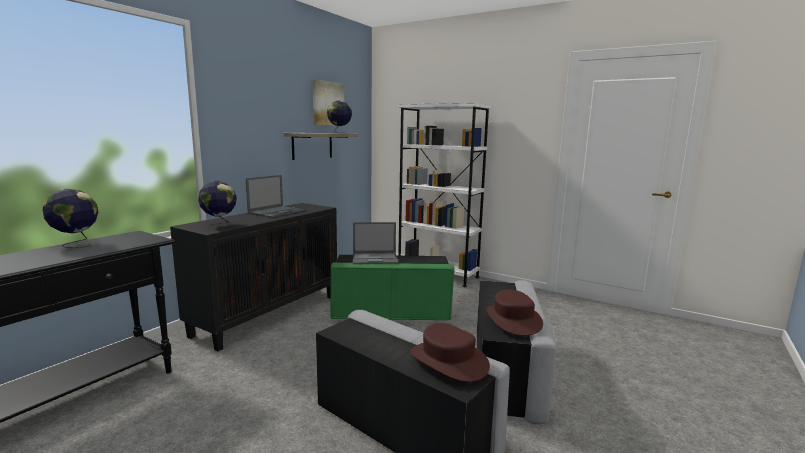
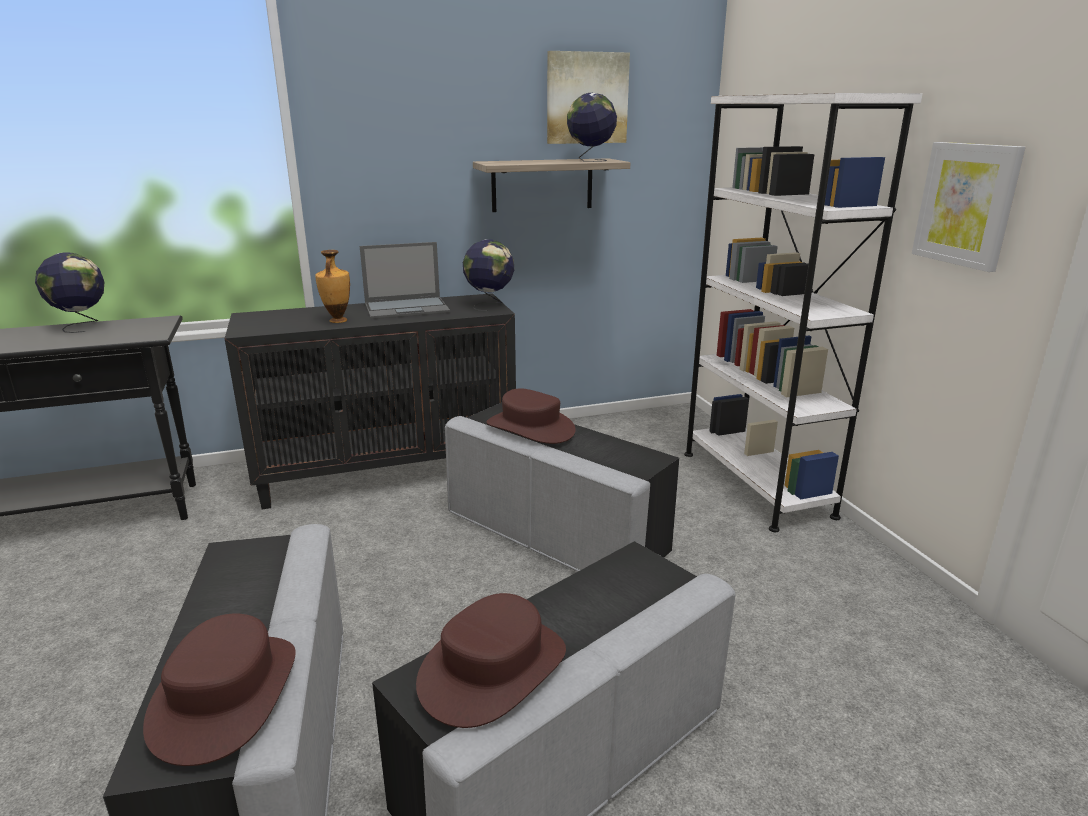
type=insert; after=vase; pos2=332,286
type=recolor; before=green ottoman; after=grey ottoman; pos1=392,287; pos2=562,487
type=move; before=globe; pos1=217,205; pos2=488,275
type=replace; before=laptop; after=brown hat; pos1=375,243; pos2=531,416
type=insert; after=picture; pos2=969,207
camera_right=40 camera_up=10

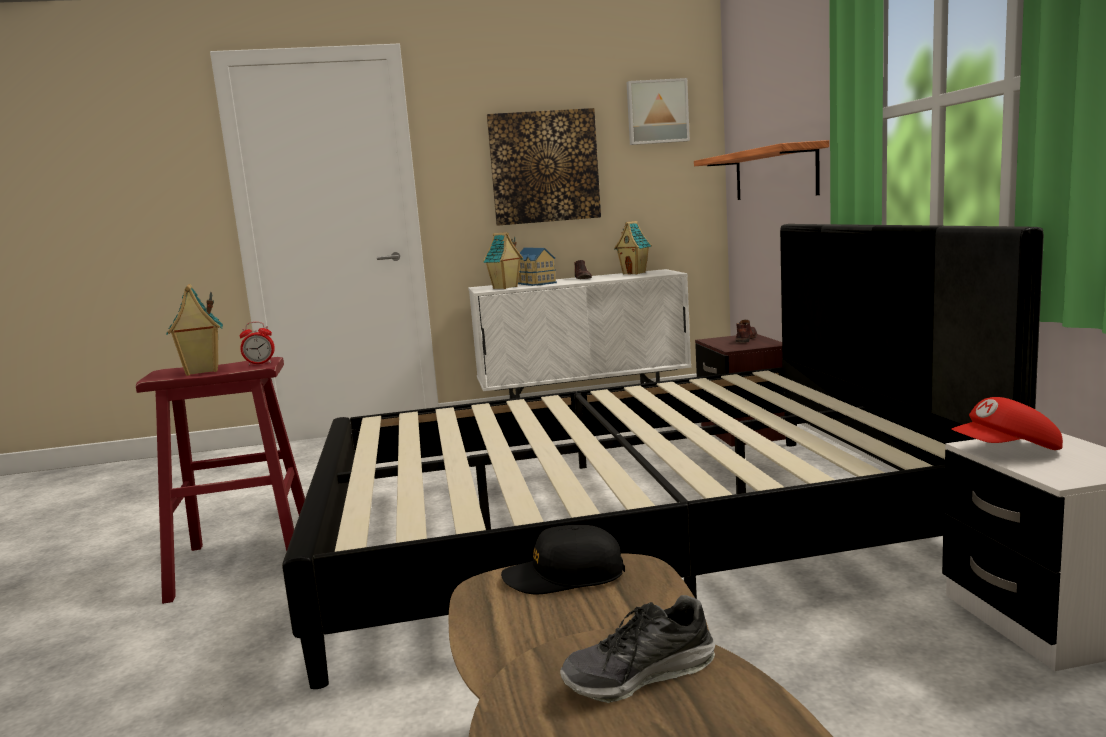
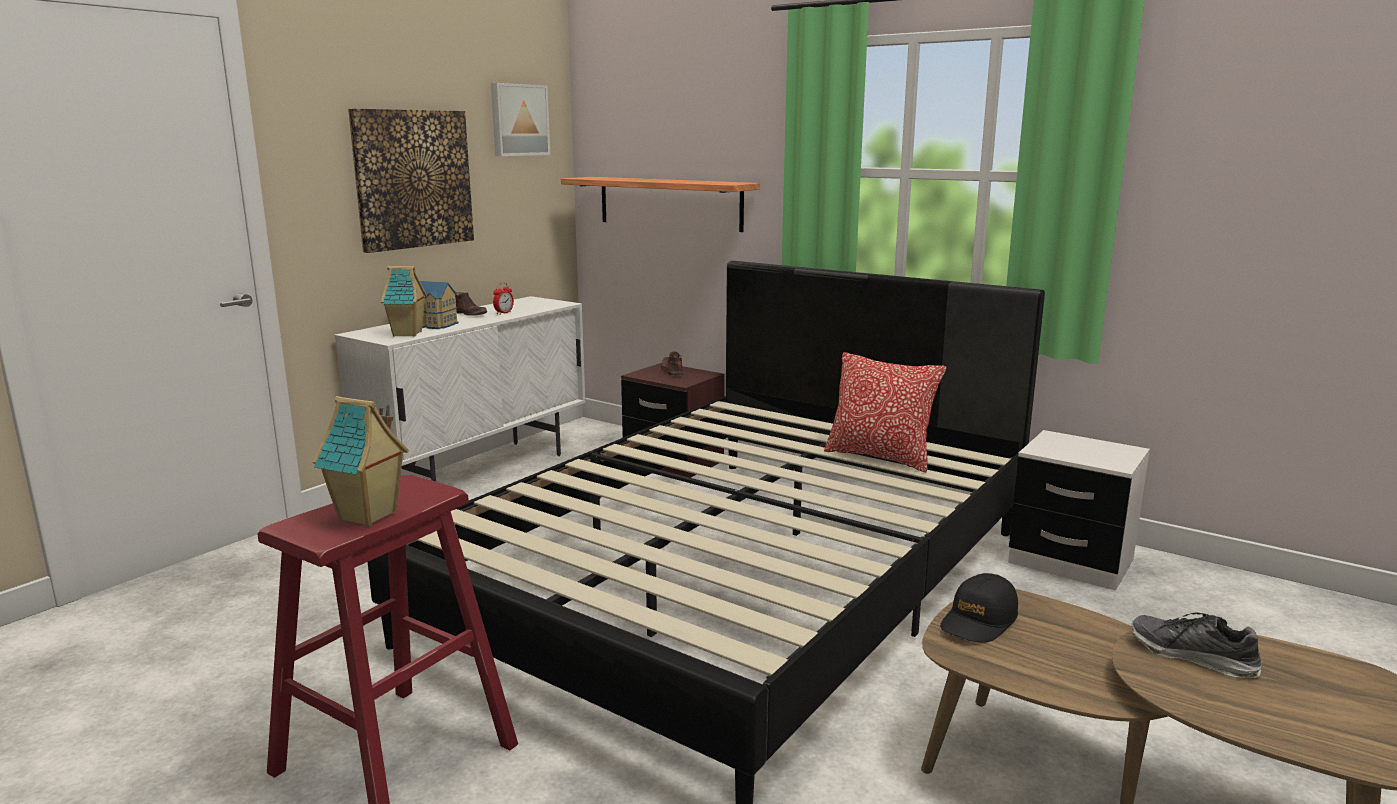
type=move; before=alarm clock; pos1=257,344; pos2=503,298
type=insert; after=pillow; pos2=885,412
type=rotate; before=shoe; pos1=637,649; pos2=1197,645; turn=105
type=delete; before=toy house; pos1=632,248
type=delete; before=red cap; pos1=1007,423
camera_right=-45 camera_up=5

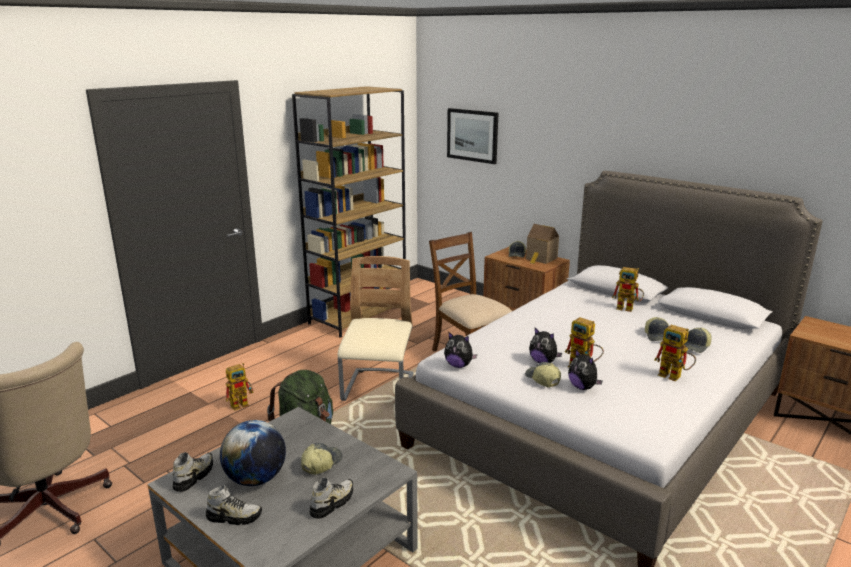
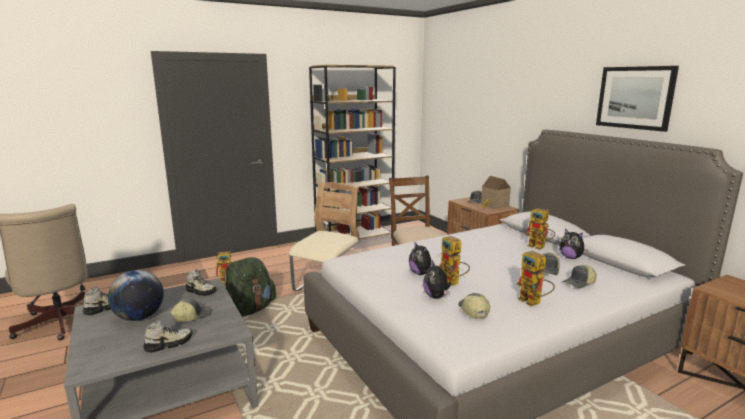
type=move; before=shoe; pos1=234,505; pos2=201,282
type=move; before=cap; pos1=543,374; pos2=474,306
type=move; before=plush toy; pos1=460,350; pos2=574,244
type=move; before=picture; pos1=472,136; pos2=637,99
camera_right=20 camera_up=-5

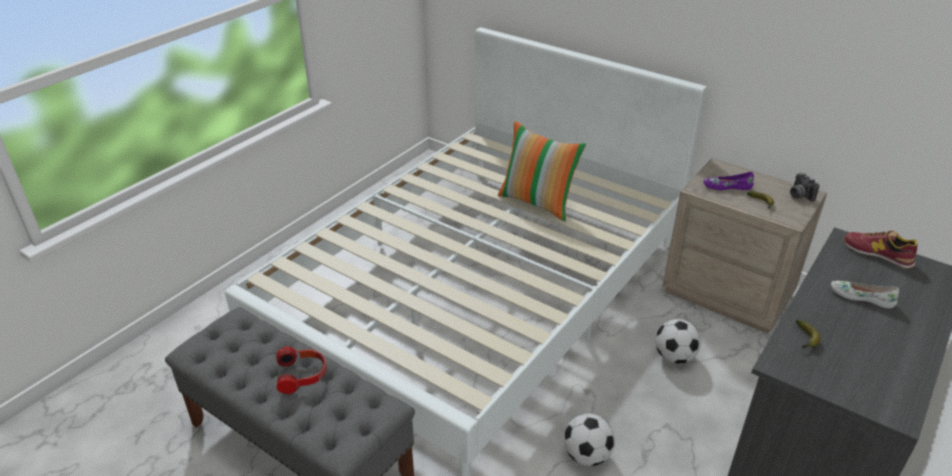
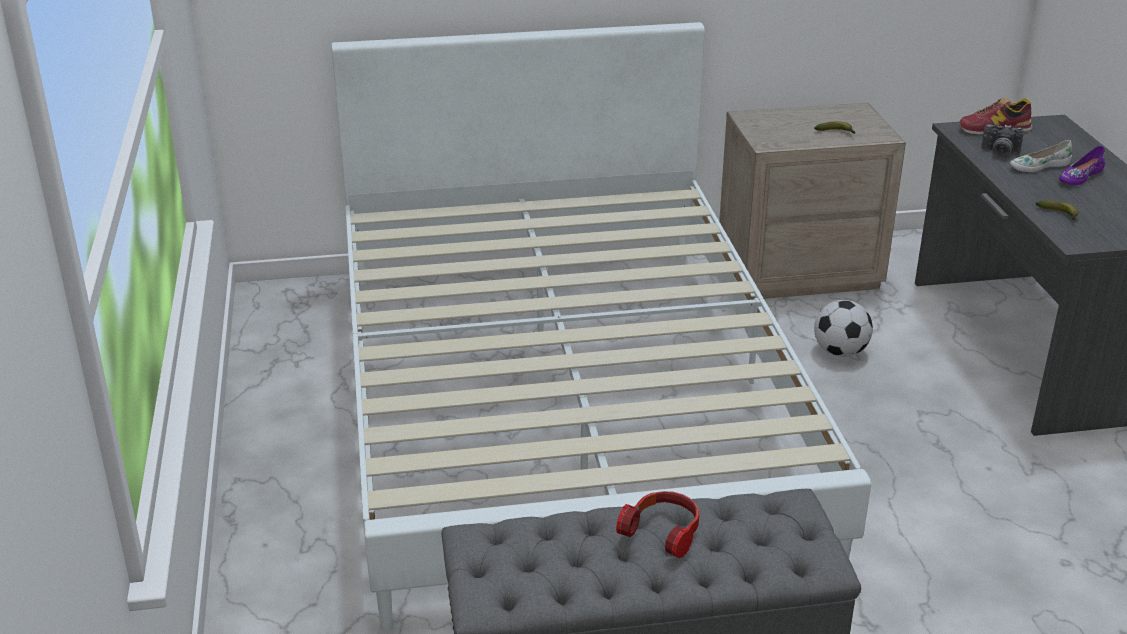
type=move; before=photo camera; pos1=804,187; pos2=1002,140
type=move; before=purple shoe; pos1=728,181; pos2=1082,165
type=delete; before=pillow; pos1=542,171
type=delete; before=football; pos1=589,439
camera_right=-45 camera_up=-5

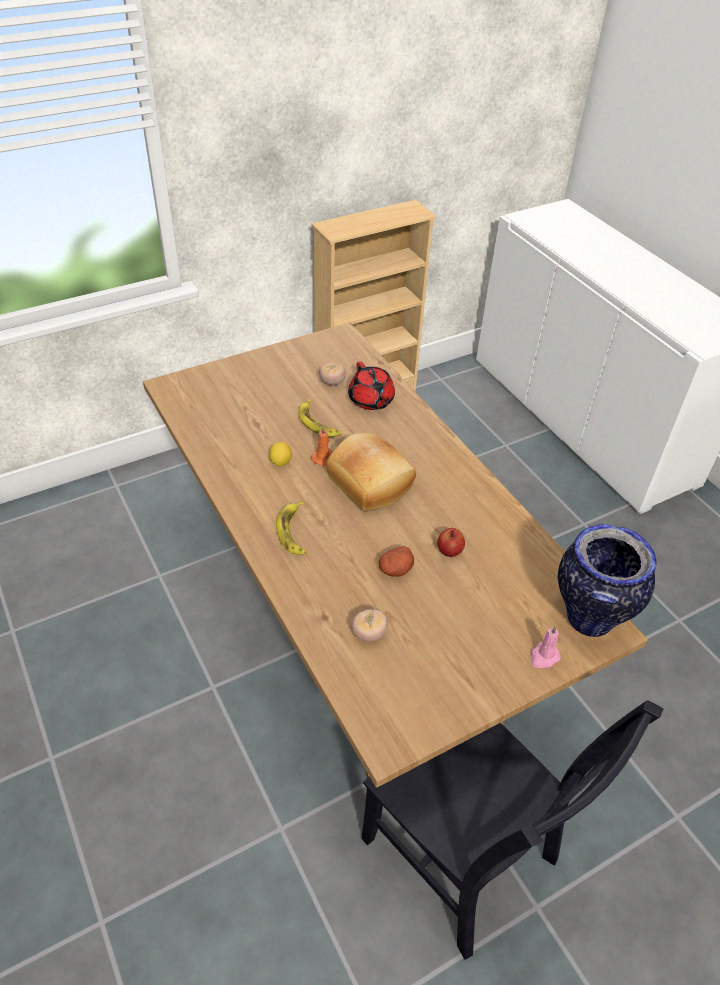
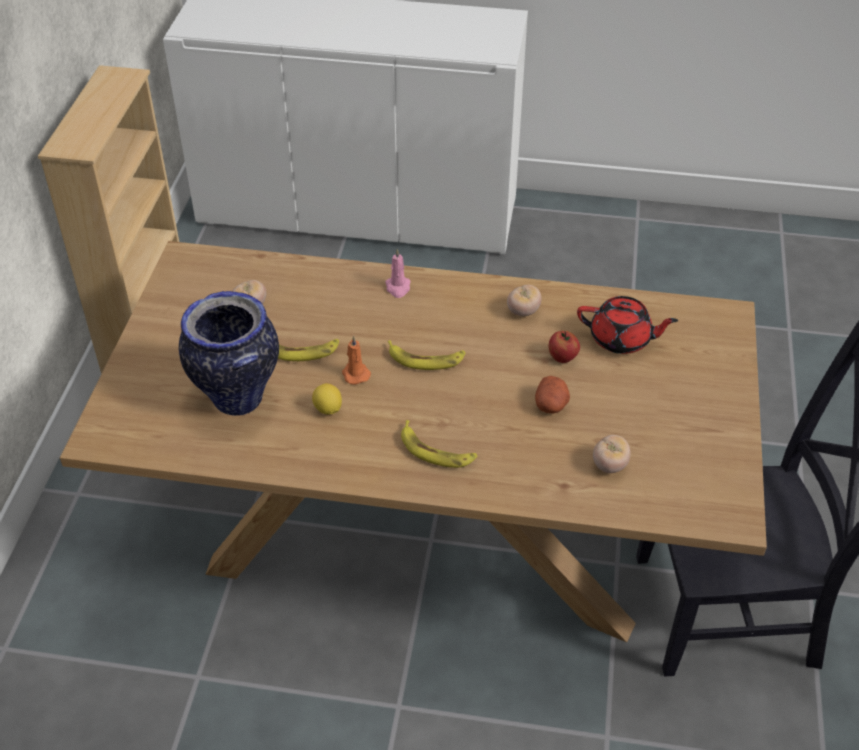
type=move; before=vase; pos1=607,580; pos2=229,353
type=move; before=pink candle; pos1=546,647; pos2=398,273
type=replace; before=bread; after=banana; pos1=371,472; pos2=426,355
type=insert; after=tomato; pos2=524,300
type=move; before=red teapot; pos1=371,385; pos2=627,325
camera_right=-50 camera_up=0

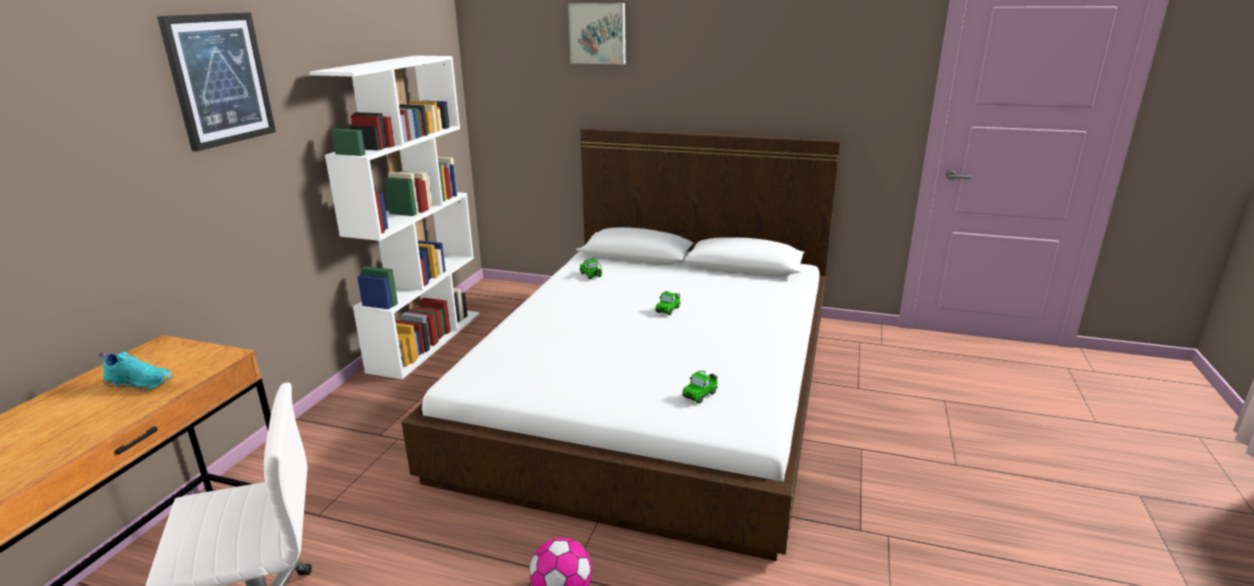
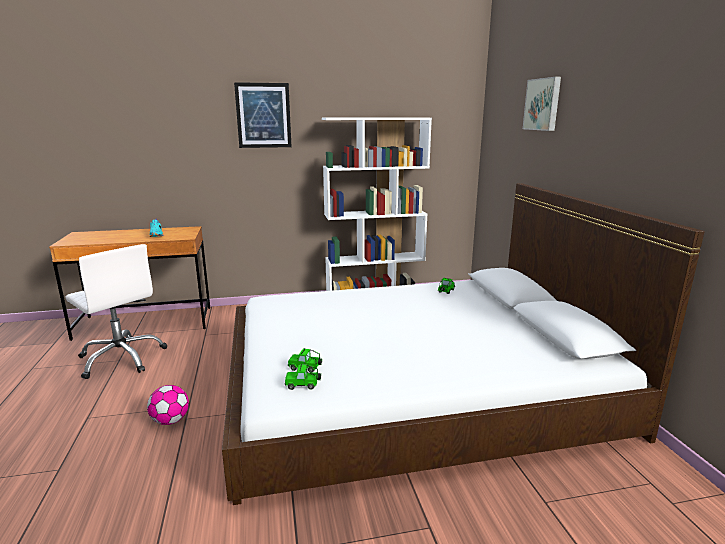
type=move; before=toy car; pos1=668,303; pos2=303,377
camera_right=60 camera_up=-5

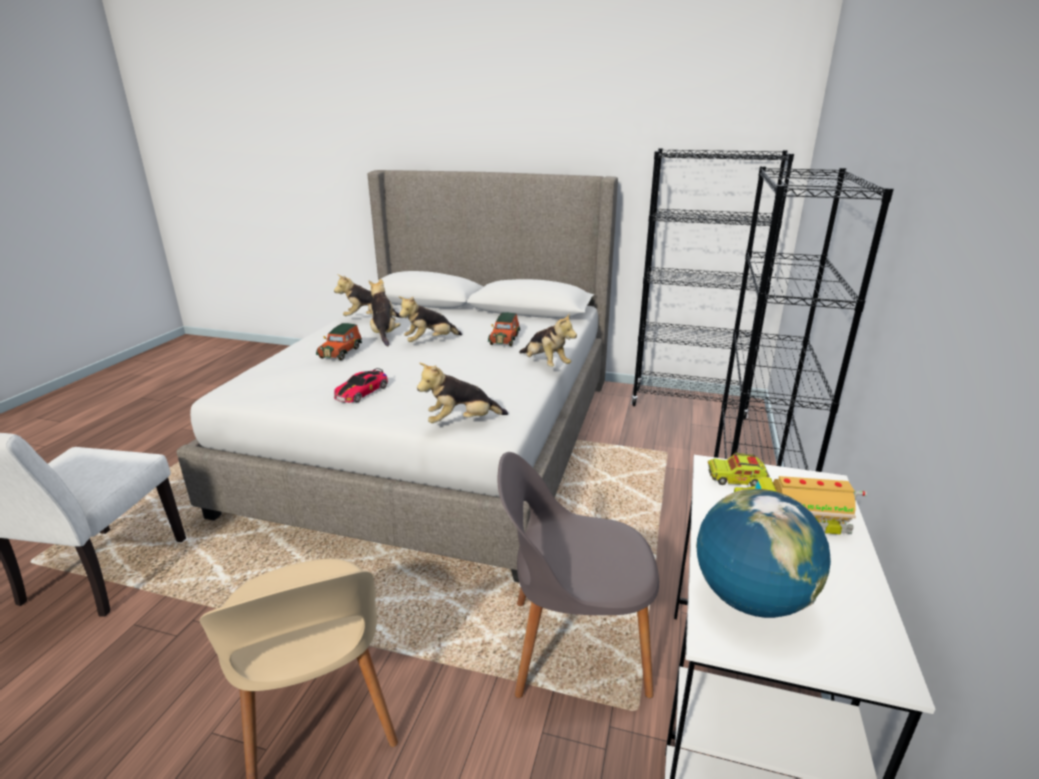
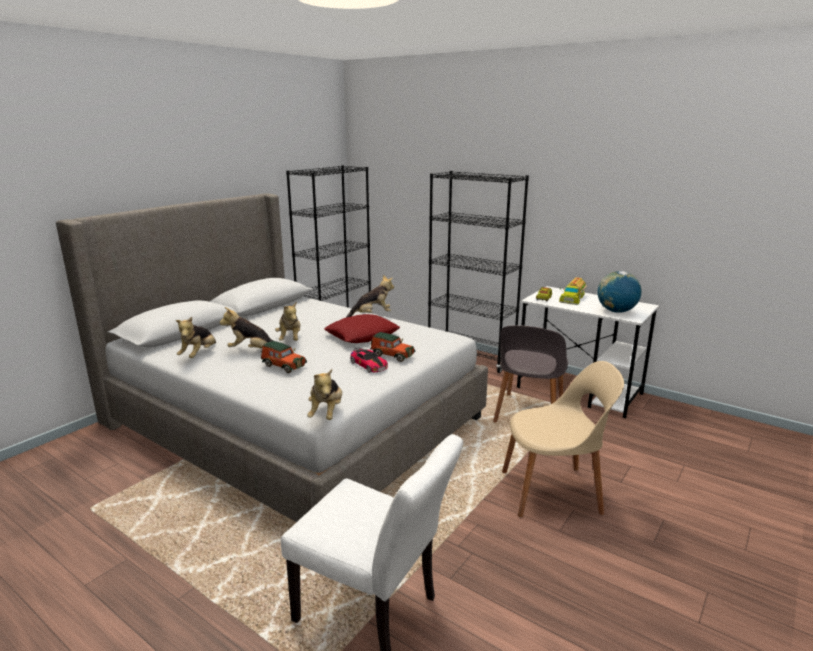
type=move; before=plush toy; pos1=462,392; pos2=324,394
type=insert; after=red pillow; pos2=362,328
type=move; before=toy car; pos1=504,329; pos2=393,347
camera_right=-70 camera_up=-5

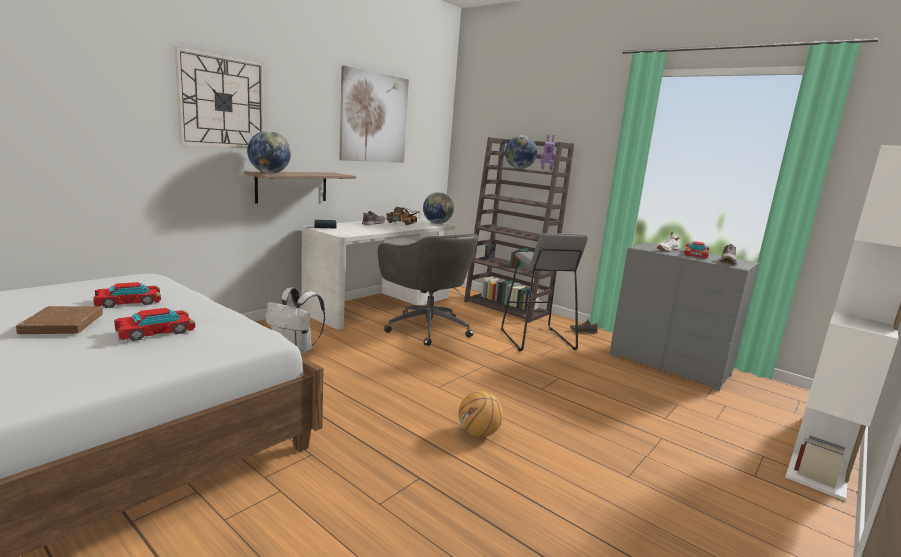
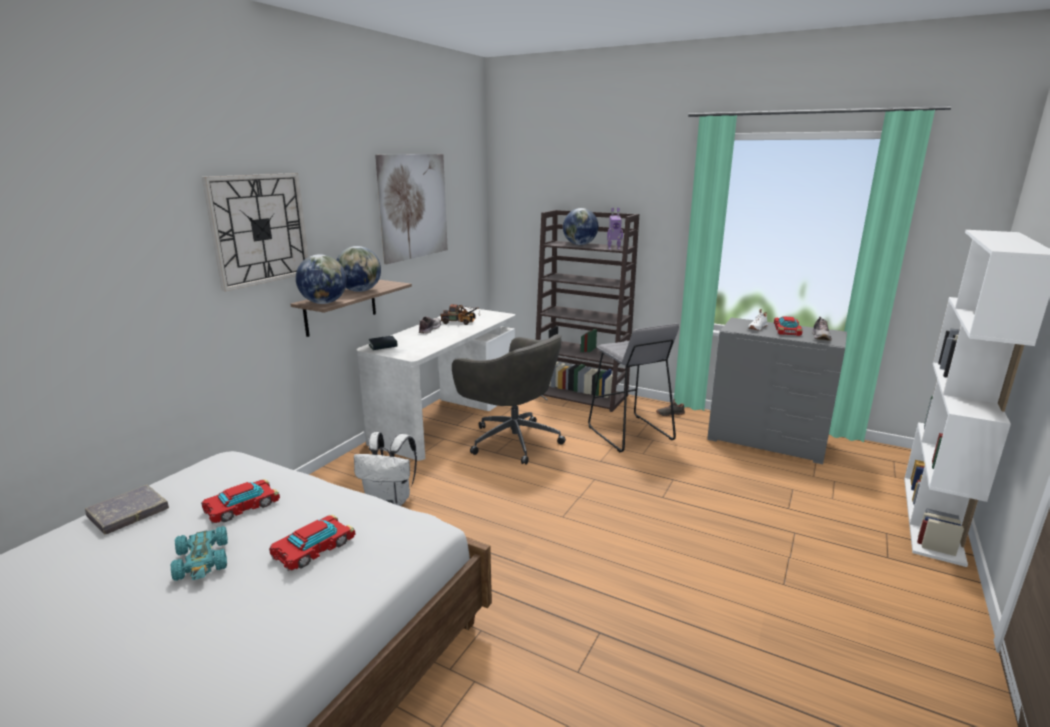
type=insert; after=grey book; pos2=127,509
type=replace; before=brown book; after=turquoise toy car; pos1=59,320; pos2=199,553
type=move; before=globe; pos1=438,208; pos2=358,269
type=delete; before=basketball; pos1=480,414
camera_right=-10 camera_up=5

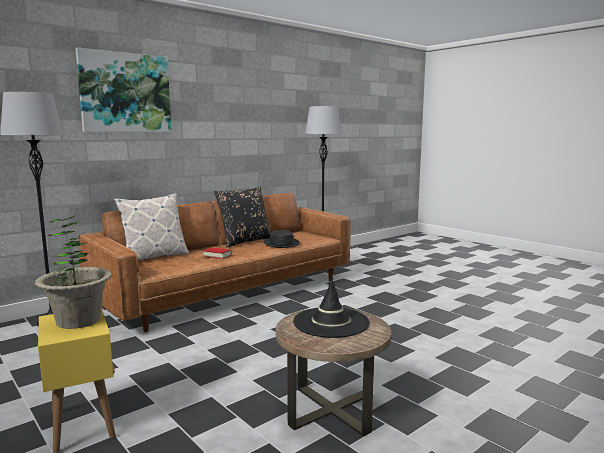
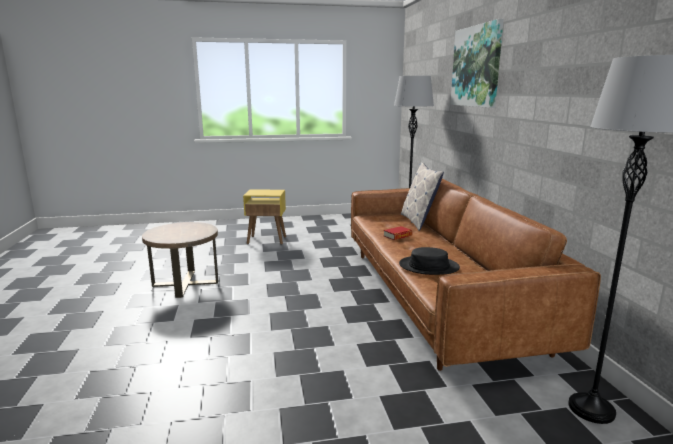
type=delete; before=potted plant; pos1=73,272
type=delete; before=black pillow; pos1=242,217
type=delete; before=black hat; pos1=331,308
camera_right=120 camera_up=5

